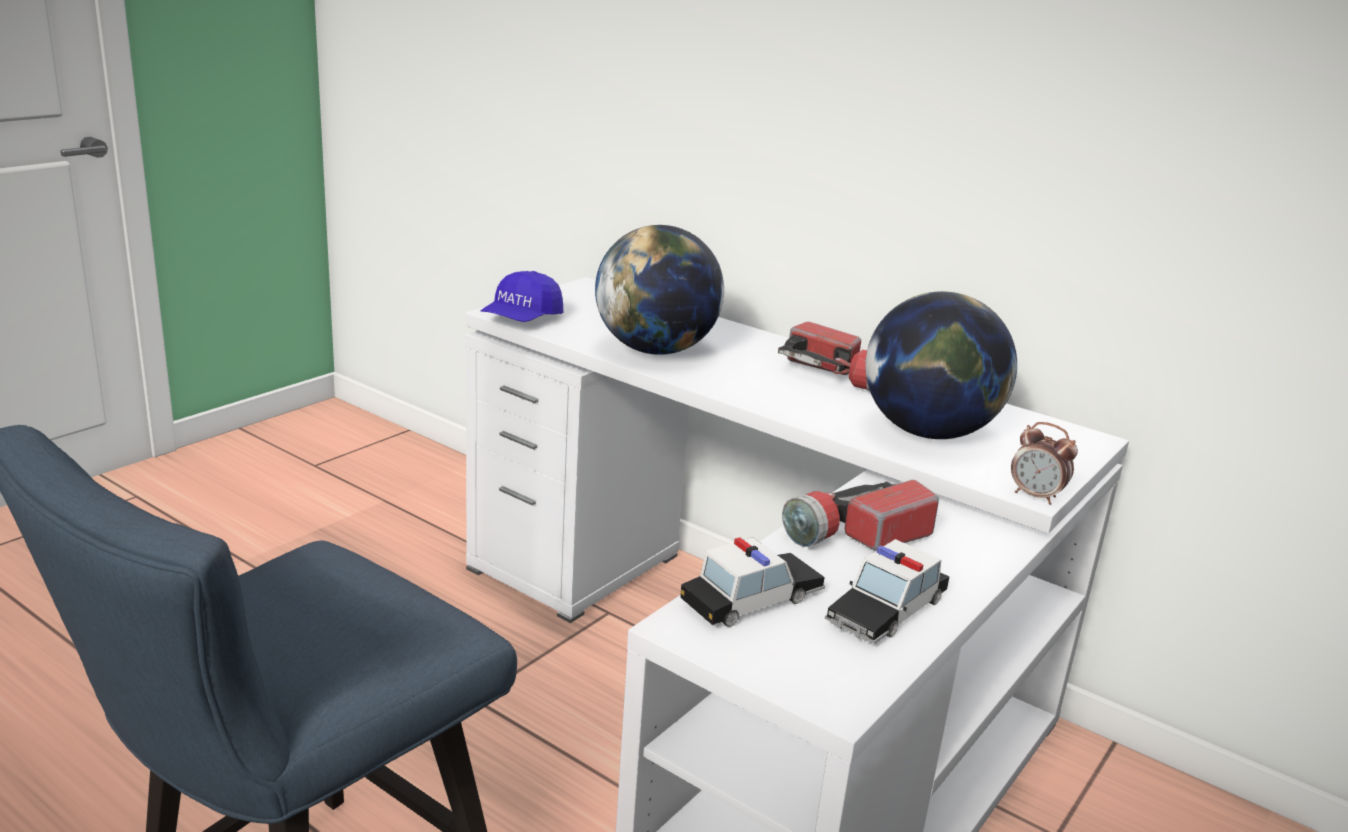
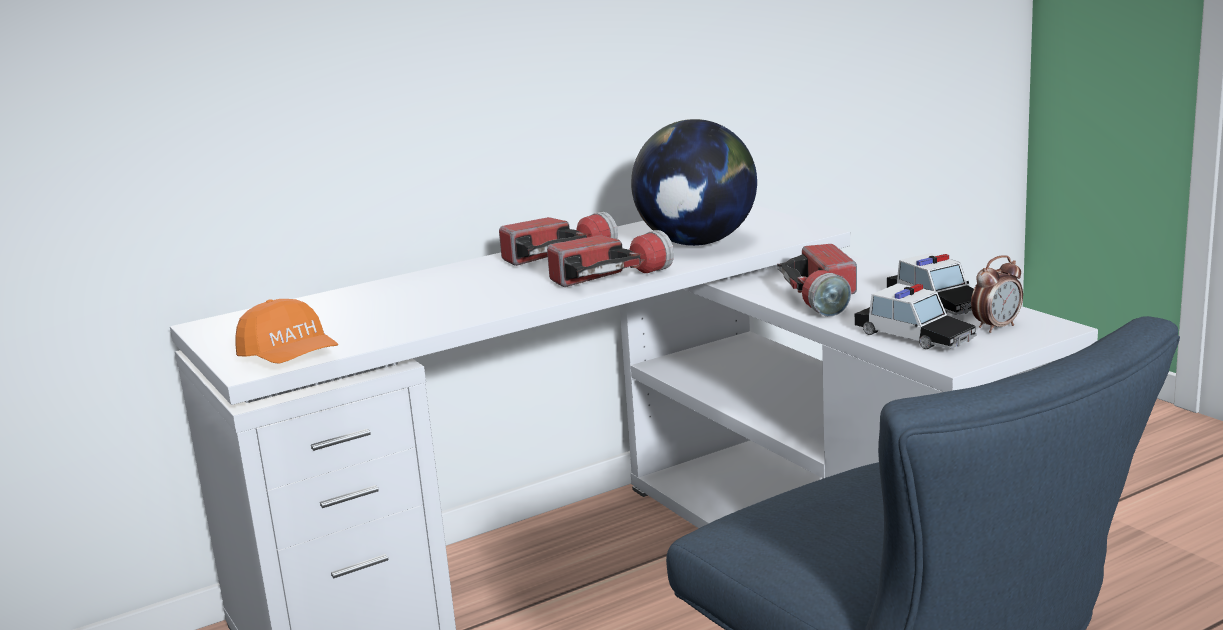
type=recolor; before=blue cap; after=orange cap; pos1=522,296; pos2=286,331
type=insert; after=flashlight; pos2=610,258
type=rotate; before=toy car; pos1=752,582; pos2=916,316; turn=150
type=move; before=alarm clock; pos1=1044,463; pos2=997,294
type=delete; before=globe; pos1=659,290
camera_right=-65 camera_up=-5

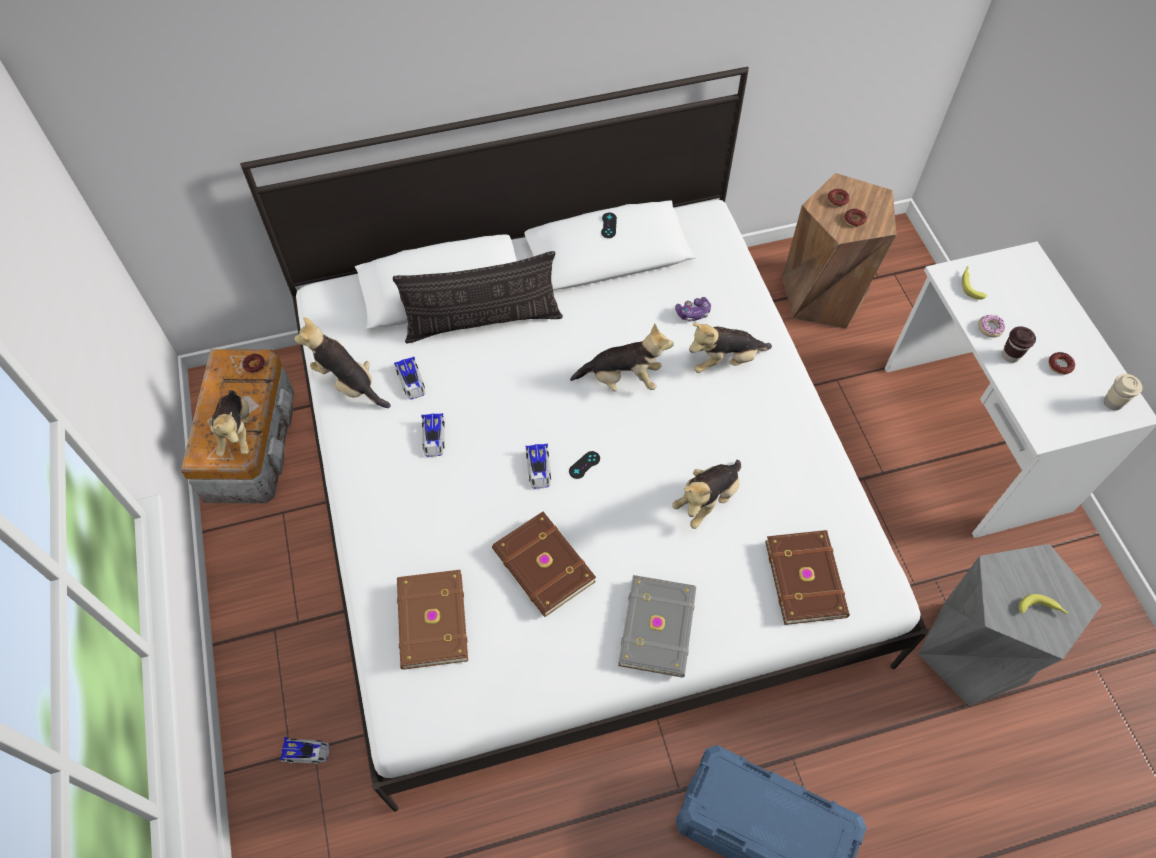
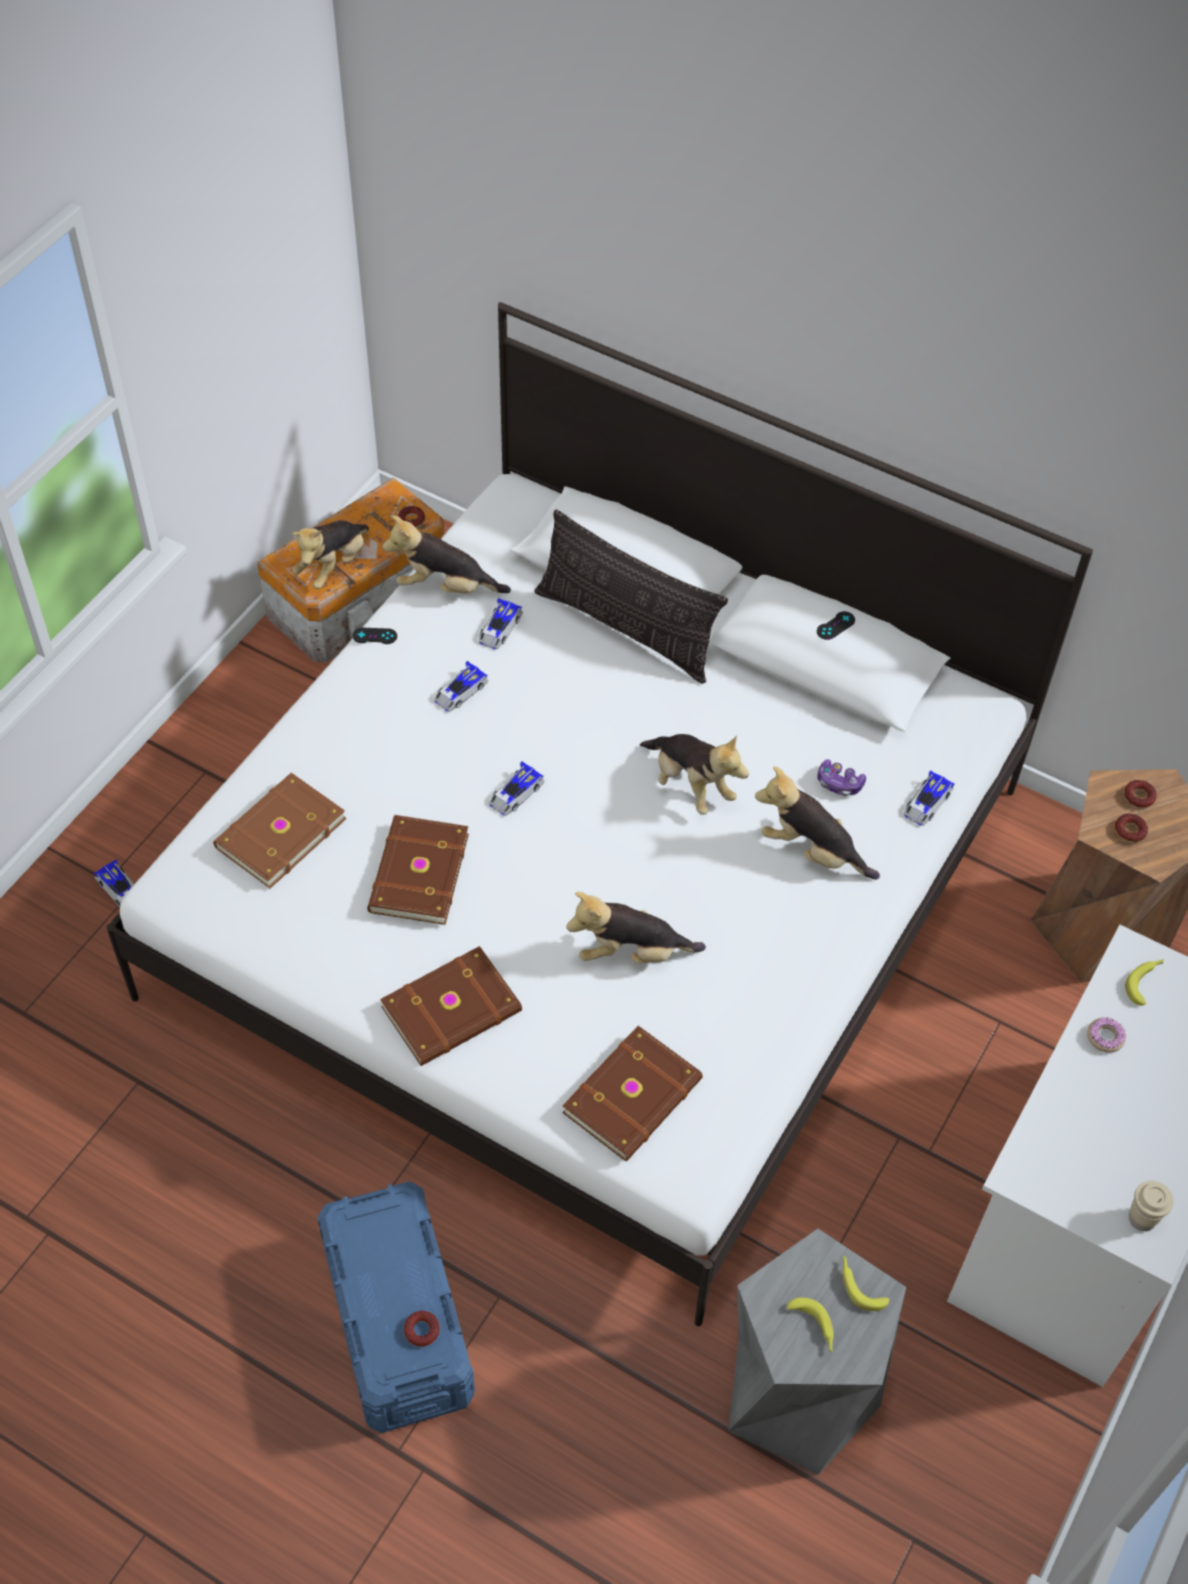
type=move; before=black game controller; pos1=584,465; pos2=375,636
type=recolor; before=grey book; after=brown book; pos1=657,626; pos2=451,1006
type=rotate; before=plush toy; pos1=342,362; pos2=446,554; turn=-75
type=move; before=donut; pos1=1061,363; pos2=422,1329
type=insert; after=banana; pos2=865,1283
type=insert; after=toy car; pos2=929,798
type=delete; before=brown cup; pos1=1019,344
camera_right=45 camera_up=-5

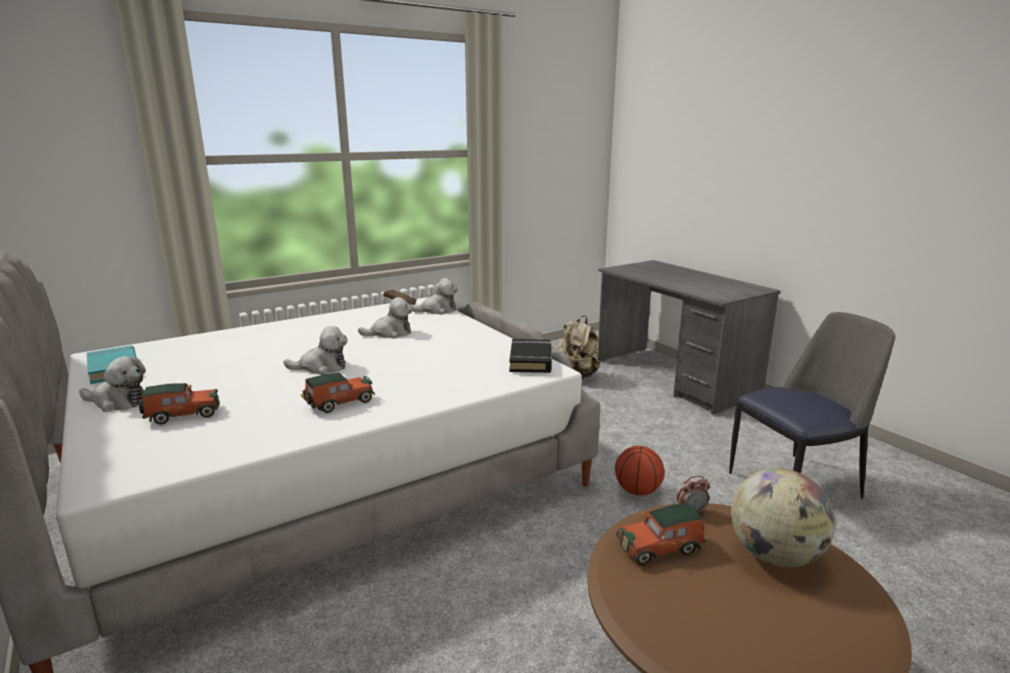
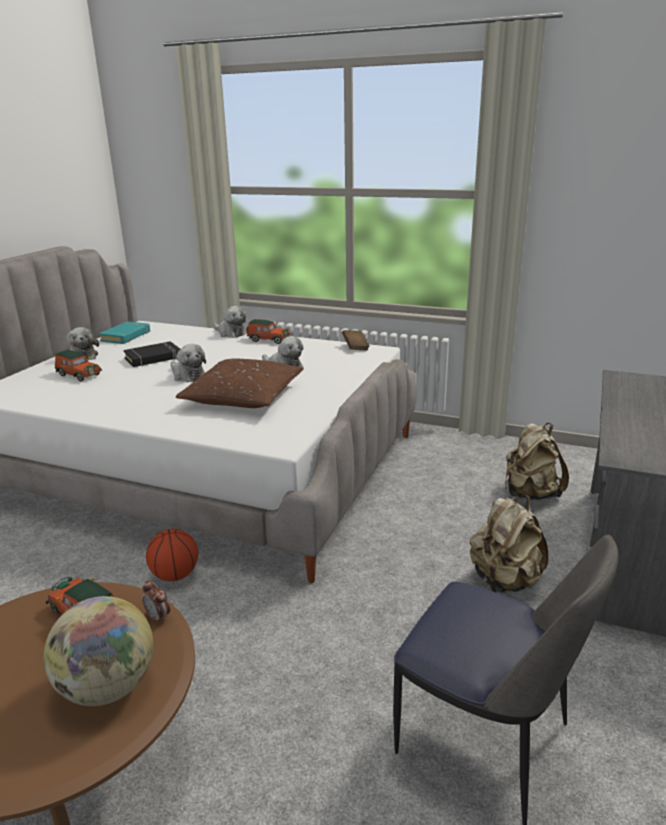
type=move; before=black book; pos1=530,356; pos2=152,354
type=move; before=basketball; pos1=640,471; pos2=172,555
type=insert; after=brown pillow; pos2=240,383
type=move; before=plush toy; pos1=434,296; pos2=230,322
type=move; before=toy car; pos1=337,393; pos2=268,331
type=insert; after=beige backpack; pos2=509,544
camera_right=55 camera_up=5

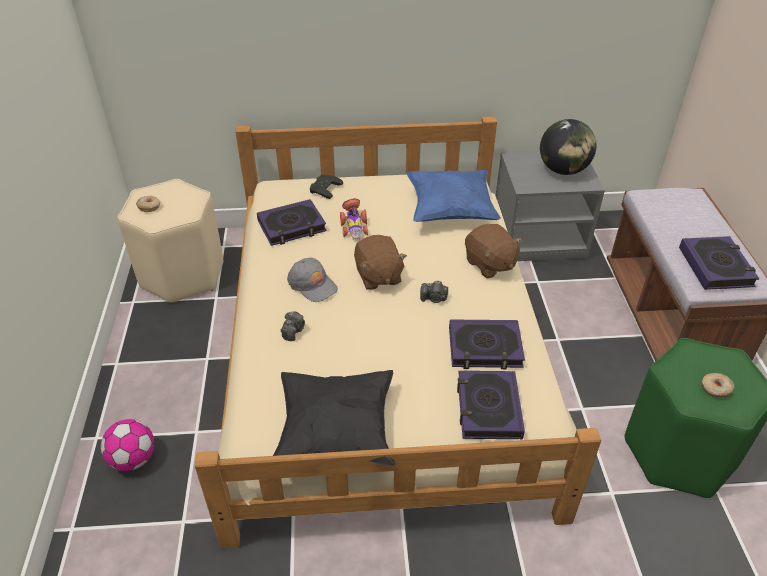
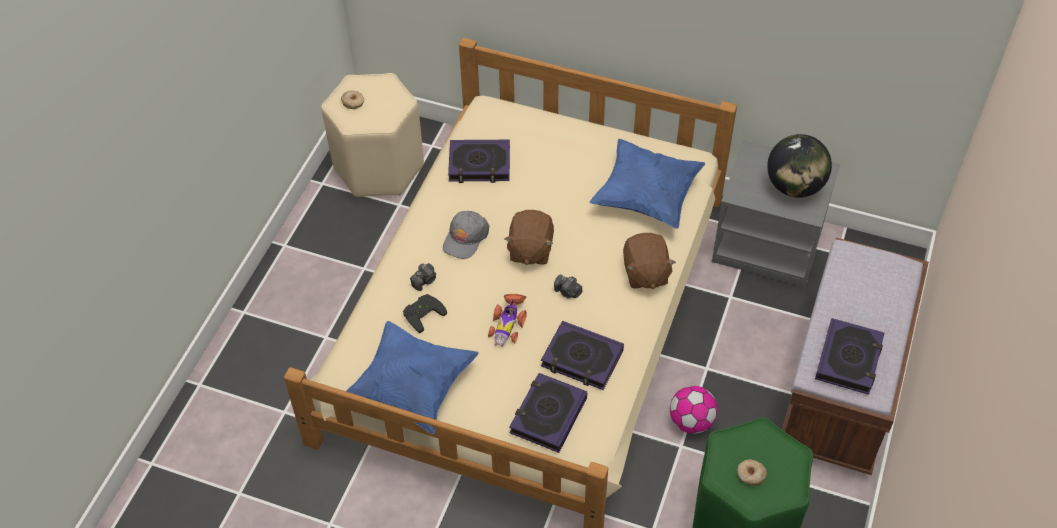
type=recolor; before=black pillow; after=blue pillow; pos1=333,419; pos2=410,377
type=move; before=black game controller; pos1=326,187; pos2=425,313
type=rotate; before=grey cap; pos1=312,280; pos2=466,235; turn=45
type=move; before=toy car; pos1=354,219; pos2=507,320
type=move; before=football; pos1=127,445; pos2=694,410
camera_right=25 camera_up=10

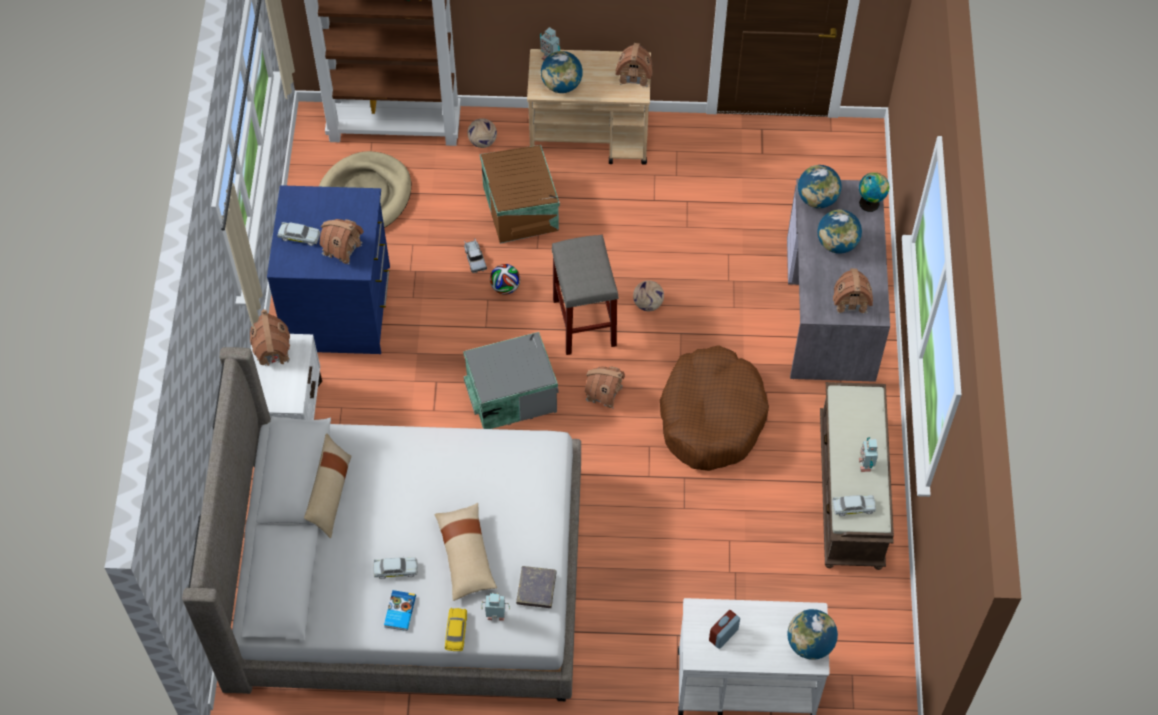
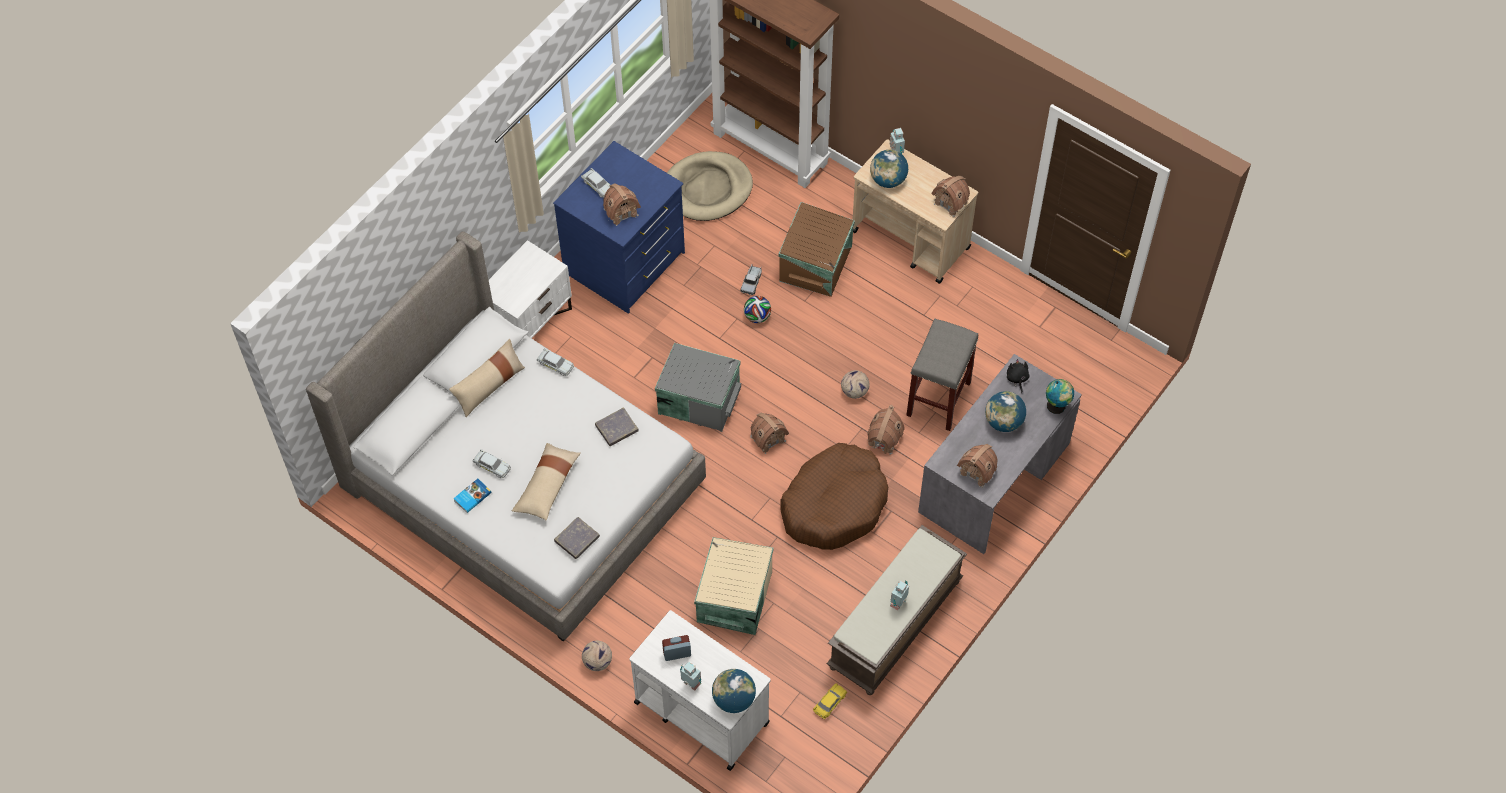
type=move; before=white toy car; pos1=854,505; pos2=555,362
type=move; before=football; pos1=482,133; pos2=597,656
type=insert; after=grey book; pos2=617,427
type=move; before=toy robot; pos1=495,607; pos2=690,676
type=insert; after=beige storage box; pos2=734,586
type=move; before=yellow toy car; pos1=456,629; pos2=830,701
type=move; before=toy house; pos1=270,337; pos2=886,430
type=move; before=grey stool; pos1=585,295; pos2=942,375
type=replace; before=globe; after=black plush toy; pos1=820,186; pos2=1018,376
camera_right=35 camera_up=0

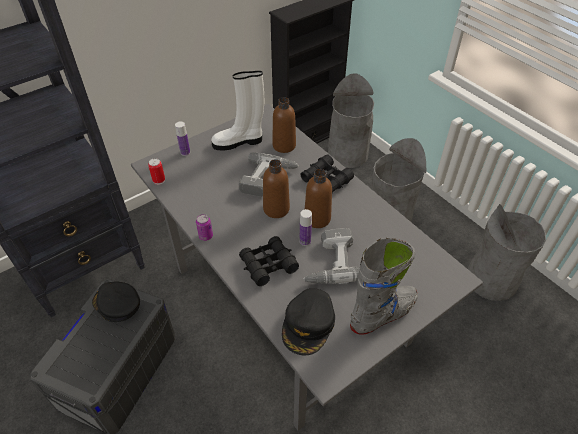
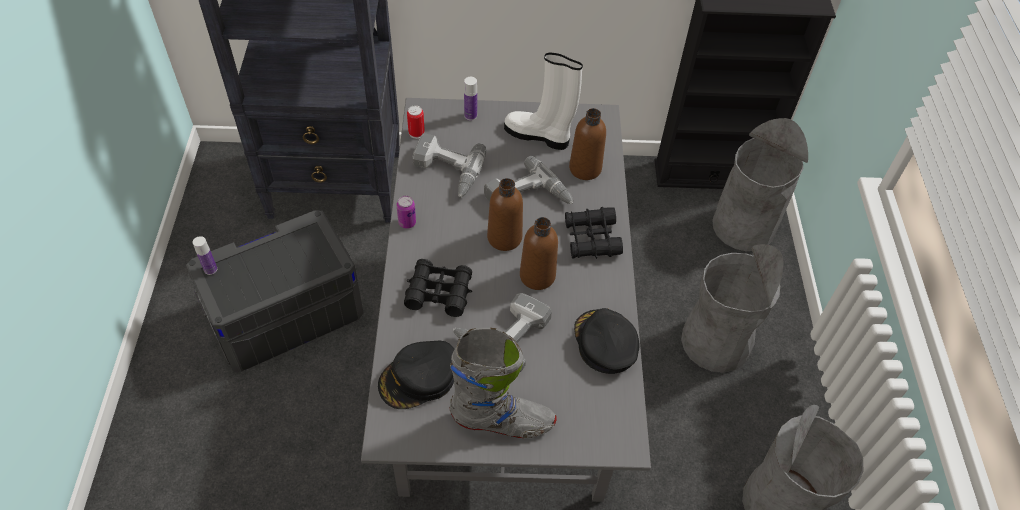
type=move; before=bottle; pos1=305,227; pos2=205,255
type=insert; after=power drill; pos2=449,165
type=move; before=black cap; pos1=116,301; pos2=607,341
camera_right=35 camera_up=5

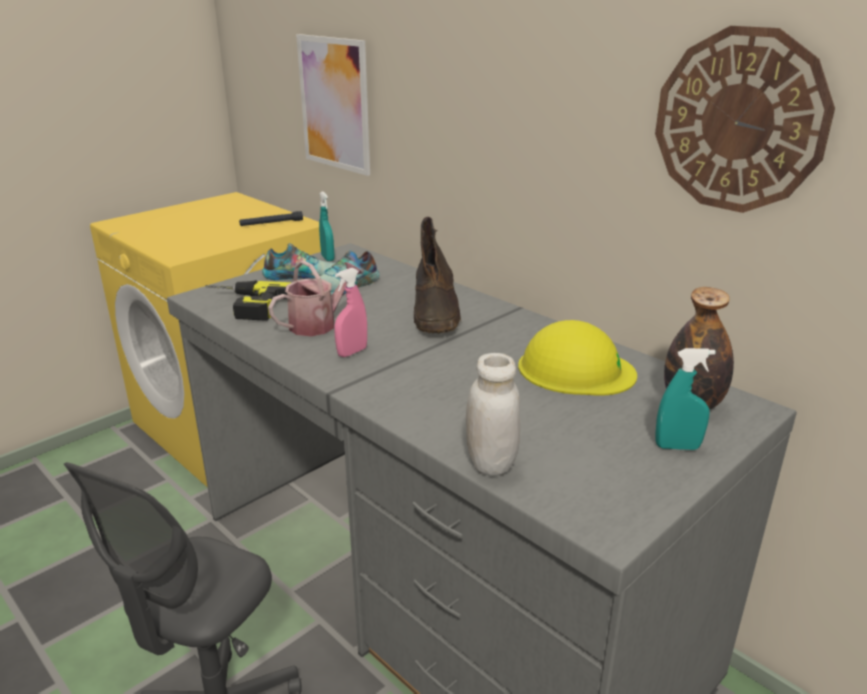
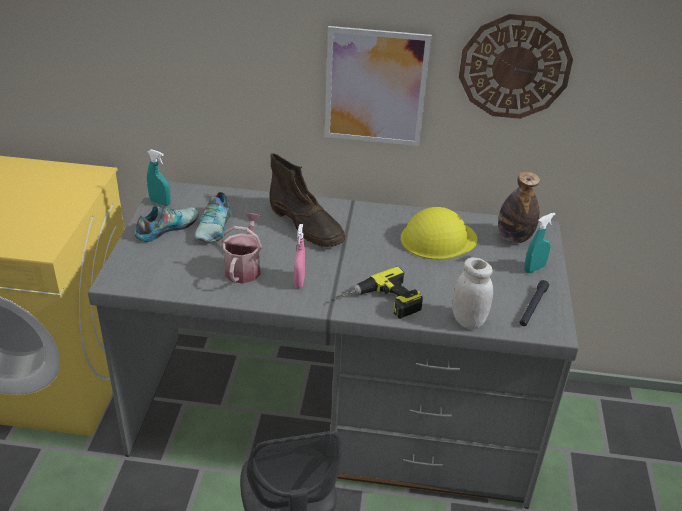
type=move; before=picture; pos1=333,105; pos2=378,86
type=move; before=power drill; pos1=248,300; pos2=378,293
type=move; before=black flashlight; pos1=271,218; pos2=534,303
camera_right=-40 camera_up=10

